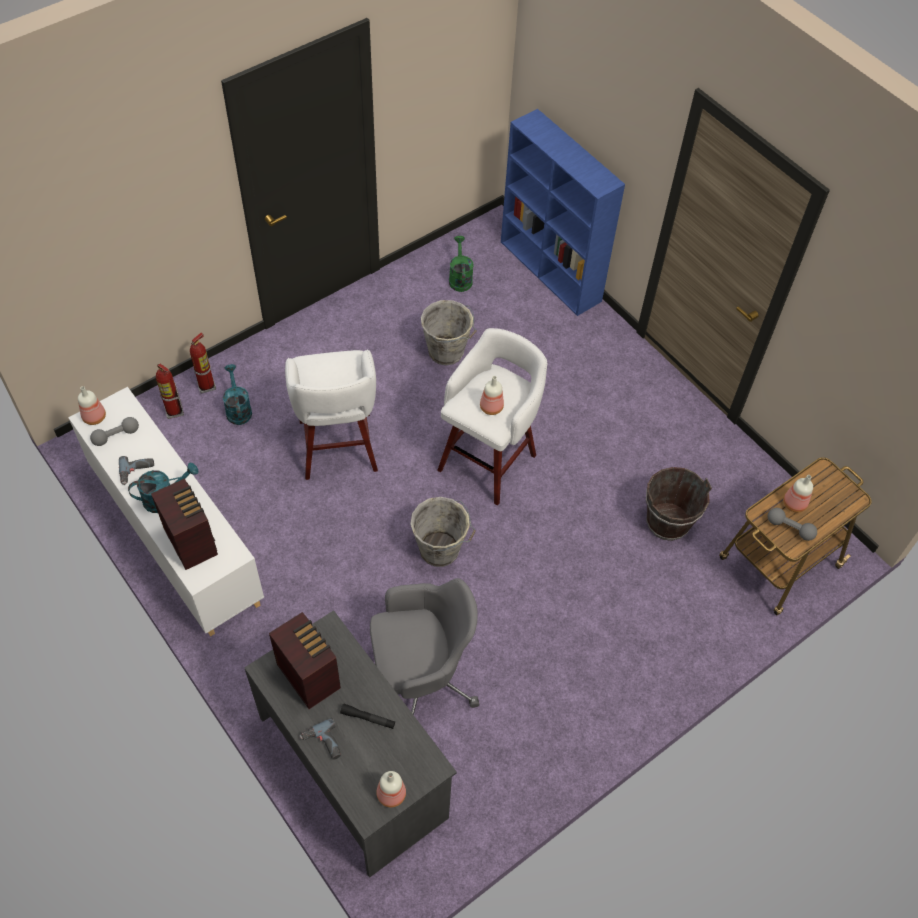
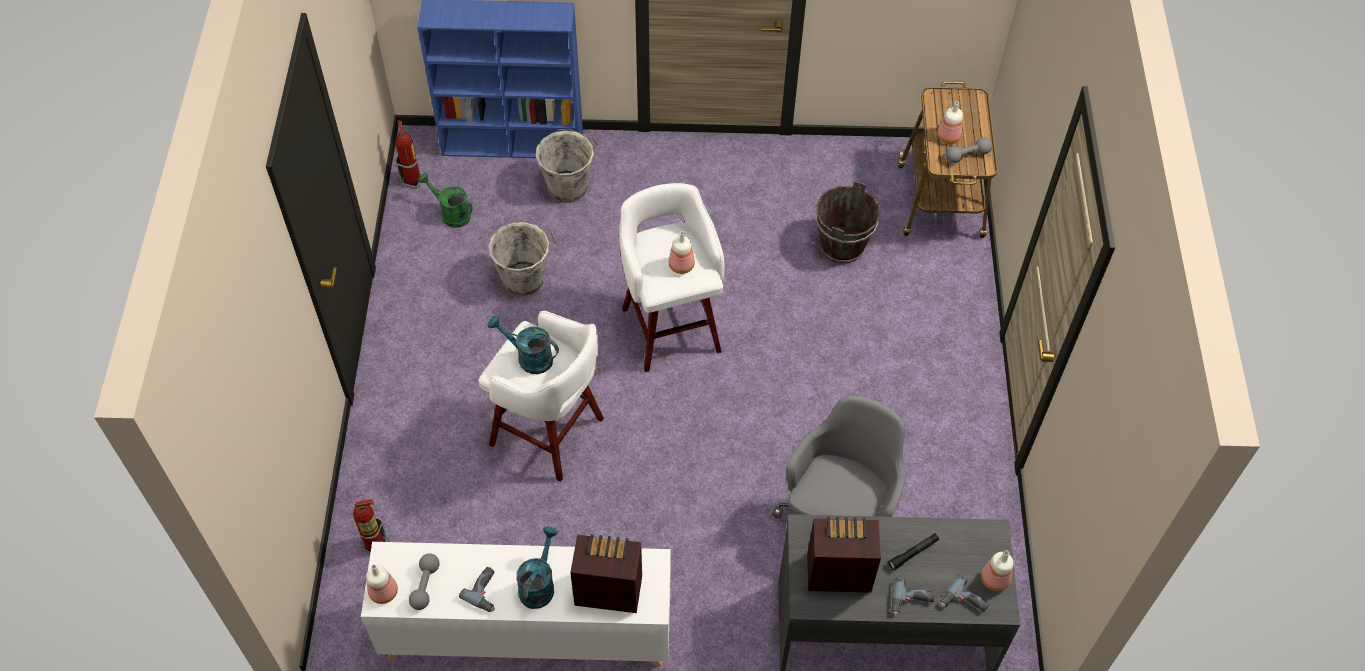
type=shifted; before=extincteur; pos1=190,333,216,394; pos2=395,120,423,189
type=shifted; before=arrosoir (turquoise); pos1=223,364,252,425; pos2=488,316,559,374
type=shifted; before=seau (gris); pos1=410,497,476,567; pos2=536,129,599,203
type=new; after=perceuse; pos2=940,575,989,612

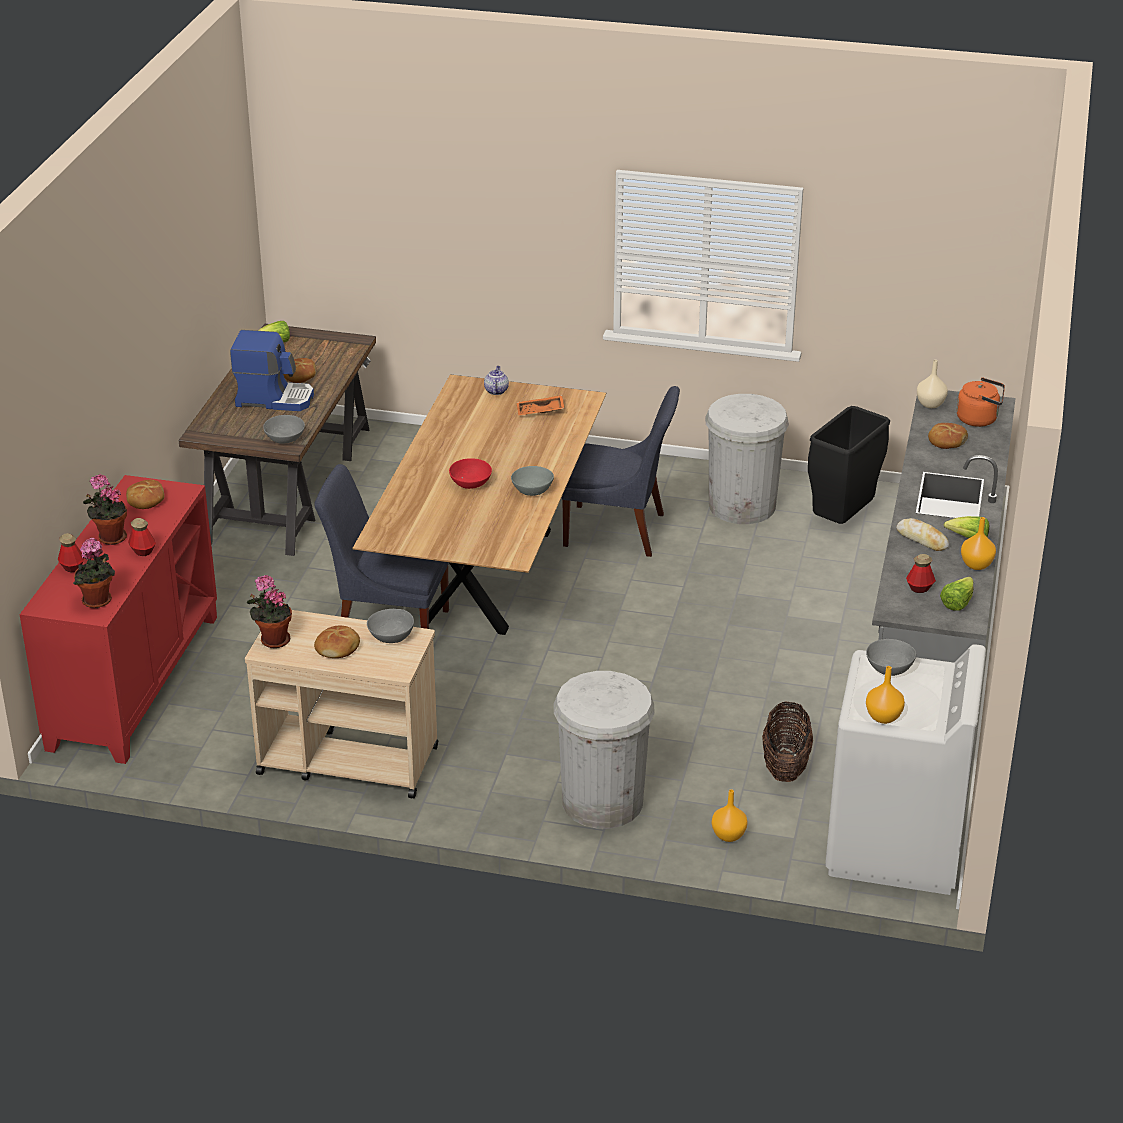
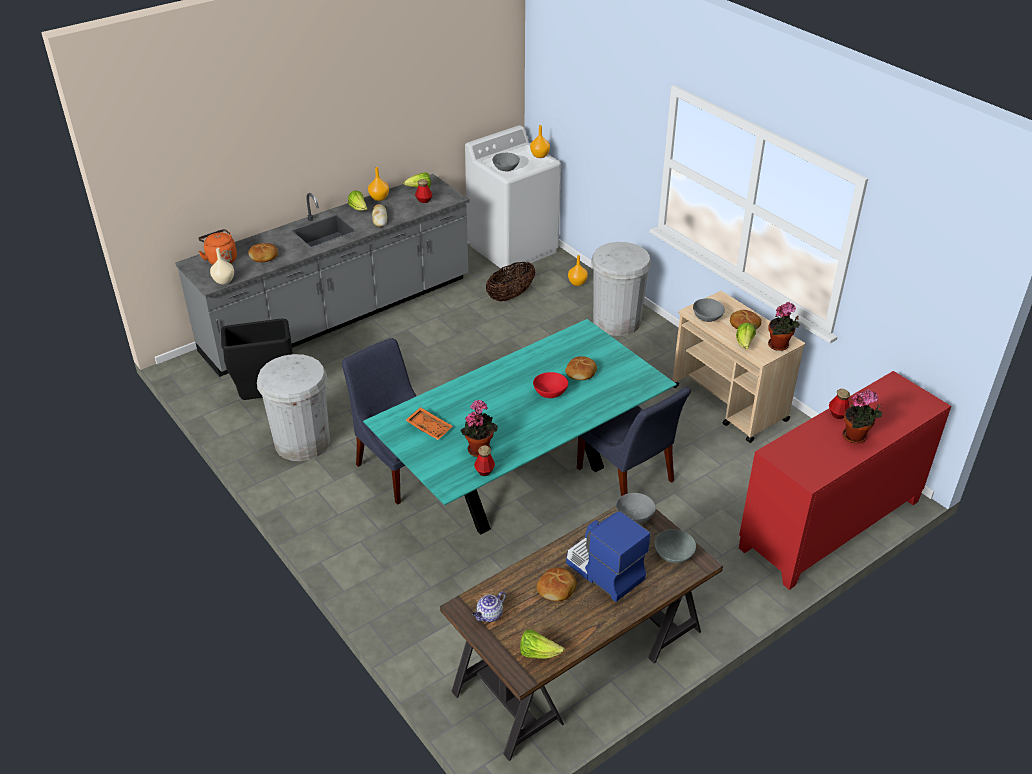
type=shifted; before=théière; pos1=484,366,509,395; pos2=473,591,506,622
type=repainted; before=table à manger (marron); after=table à manger (turquoise); pos1=353,374,606,635; pos2=363,319,677,534
type=shifted; before=bol (gris); pos1=511,466,554,496; pos2=654,529,696,563
type=shifted; before=pain; pos1=126,480,164,509; pos2=565,356,597,380
type=shifted; before=bouteille; pos1=58,533,84,573; pos2=474,445,495,476
type=shifted; before=plante en pot; pos1=73,538,115,608; pos2=460,400,498,457
type=new; after=laitue; pos2=736,322,756,349

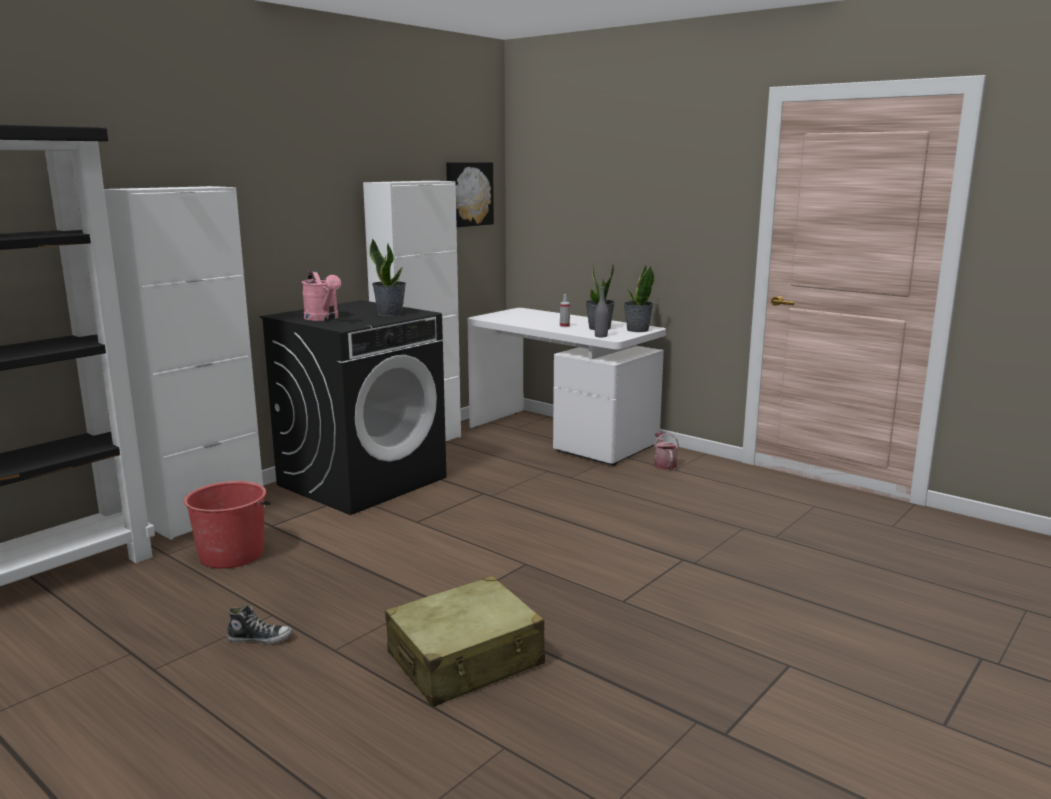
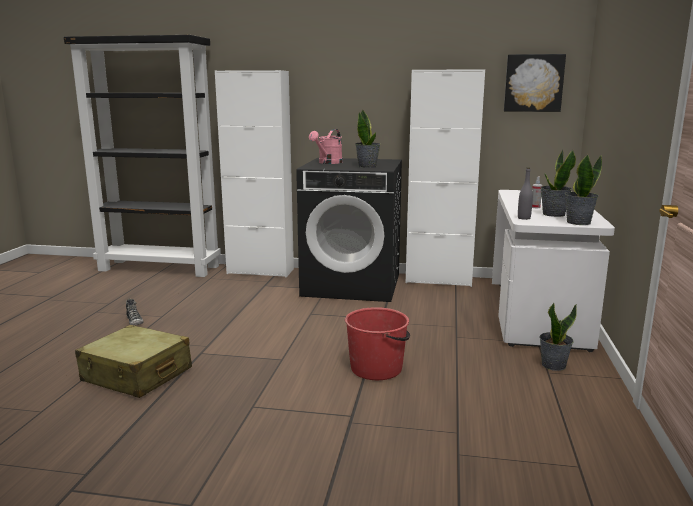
type=swapped; before=arrosoir; after=plante en pot; pos1=654,432,679,470; pos2=539,302,577,371
type=shifted; before=seau (rouge); pos1=184,481,271,569; pos2=345,307,410,380

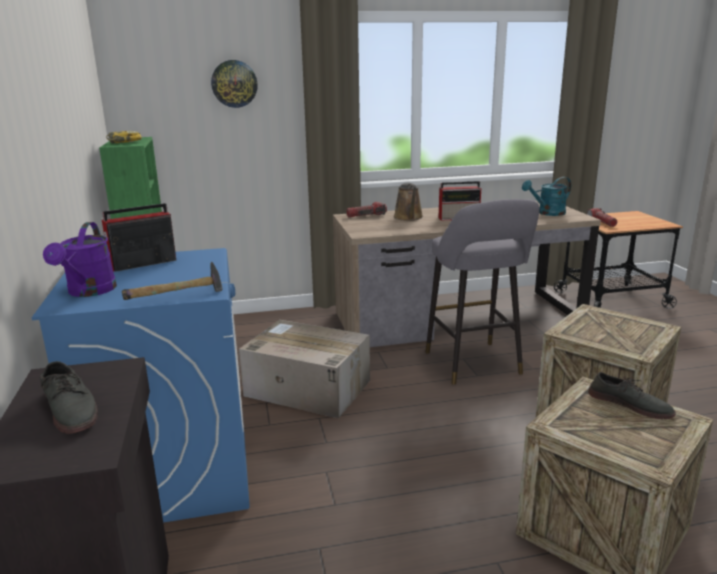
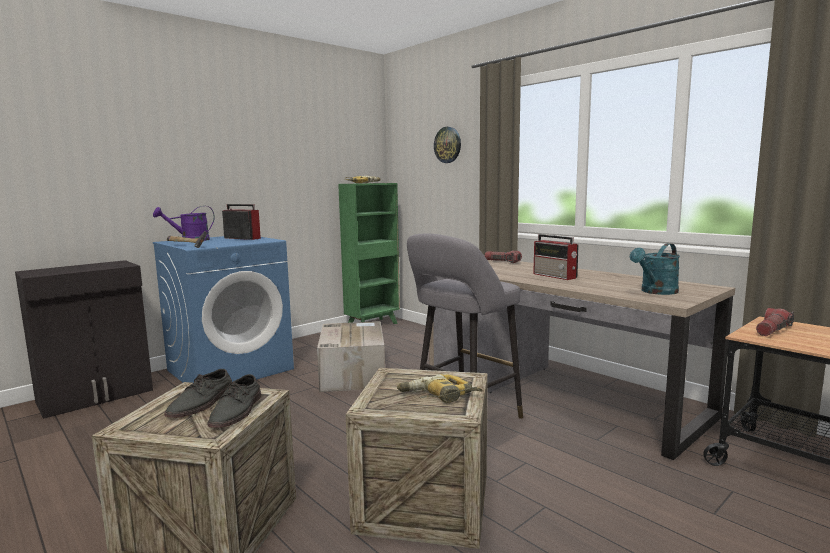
type=rotated; before=arrosoir (turquoise); pos1=522,177,571,216; pos2=630,243,680,295; turn=-75
type=gone; before=arrosoir (marron); pos1=394,183,423,221
type=shifted; before=chaussure (gris); pos1=40,361,98,434; pos2=164,369,232,418
type=new; after=perceuse; pos2=397,374,483,403

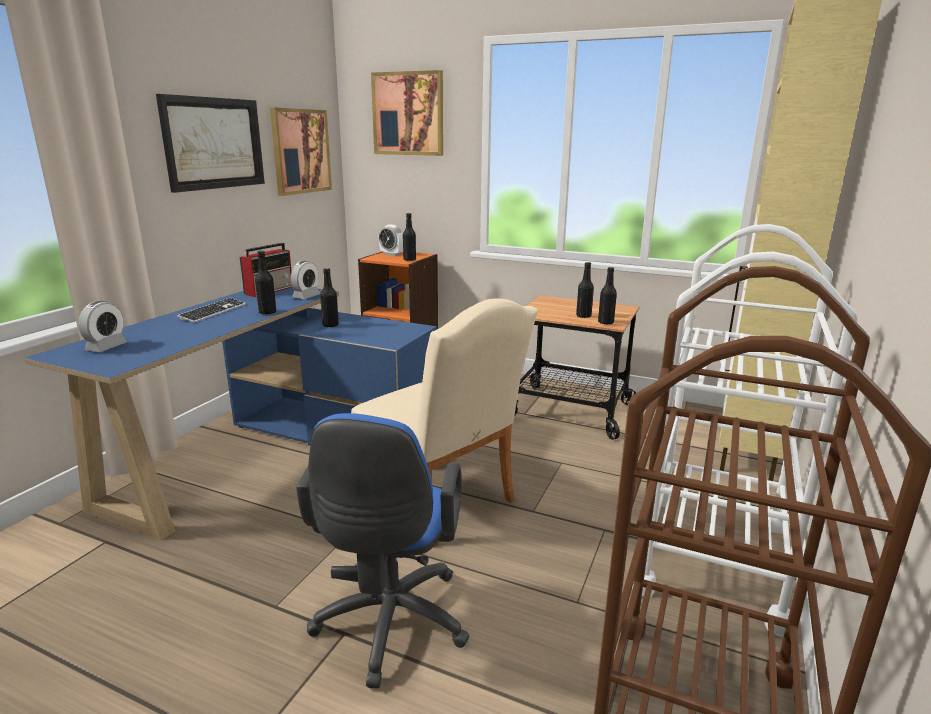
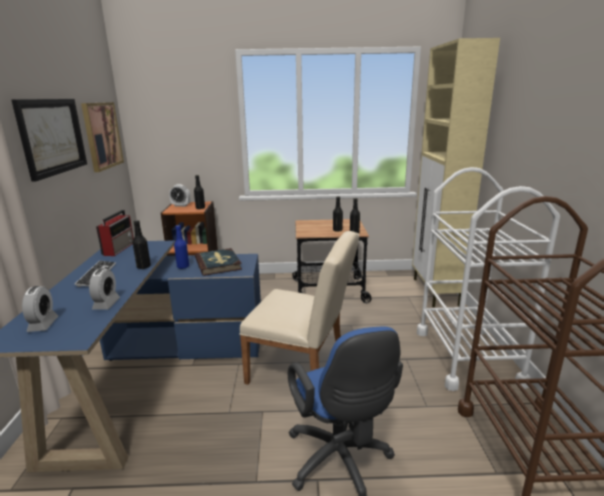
type=gone; before=tableau; pos1=371,70,443,156
type=shifted; before=réveil; pos1=291,261,320,299; pos2=89,268,120,310
type=repainted; before=bouteille (noir); after=bouteille (bleu); pos1=320,268,339,327; pos2=174,225,189,269
type=new; after=livre; pos2=195,248,242,276

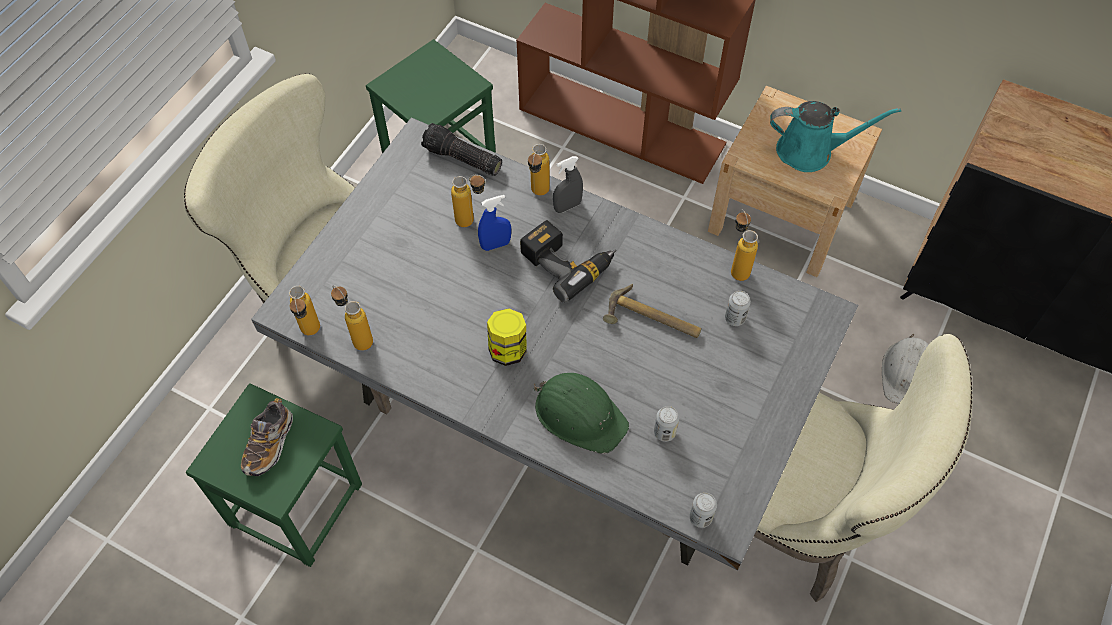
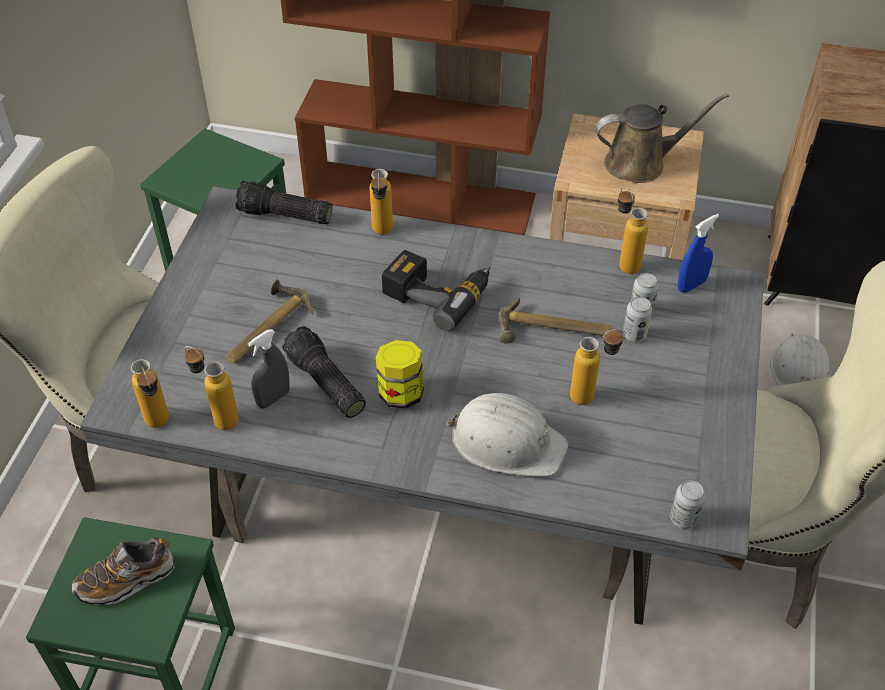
type=repainted; before=arrosoir (turquoise); after=arrosoir (marron); pos1=770,101,901,172; pos2=596,93,729,183
type=shifted; before=vaporisateur (gris); pos1=553,156,583,213; pos2=248,329,290,409
type=shifted; before=bouteille; pos1=451,175,486,227; pos2=570,329,625,405
type=shifted; before=vaporisateur (bleu); pos1=478,195,511,251; pos2=678,214,719,293
type=repainted; before=casque de chantier (vert); after=casque de chantier (blanc); pos1=534,373,629,454; pos2=446,393,568,477
type=rotated; before=chaussure; pos1=241,398,293,476; pos2=72,537,175,605; turn=60
type=shifted; before=boîte métallique; pos1=654,406,679,442; pos2=623,297,652,342
type=new; after=marteau; pos2=226,279,314,363
type=new; after=lampe de poche; pos2=282,326,366,418

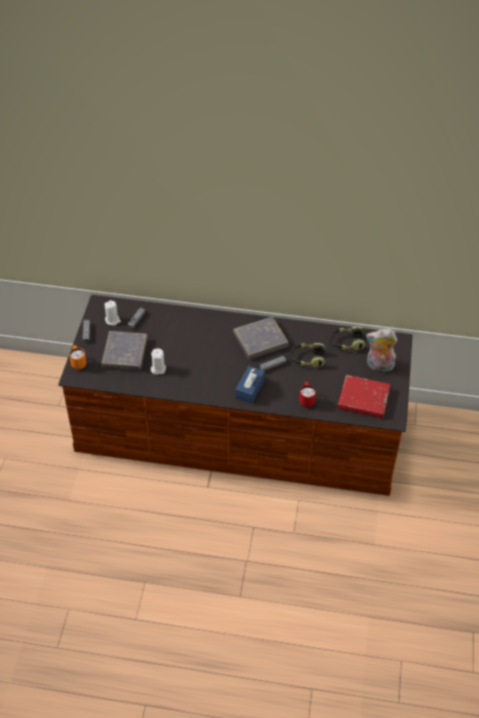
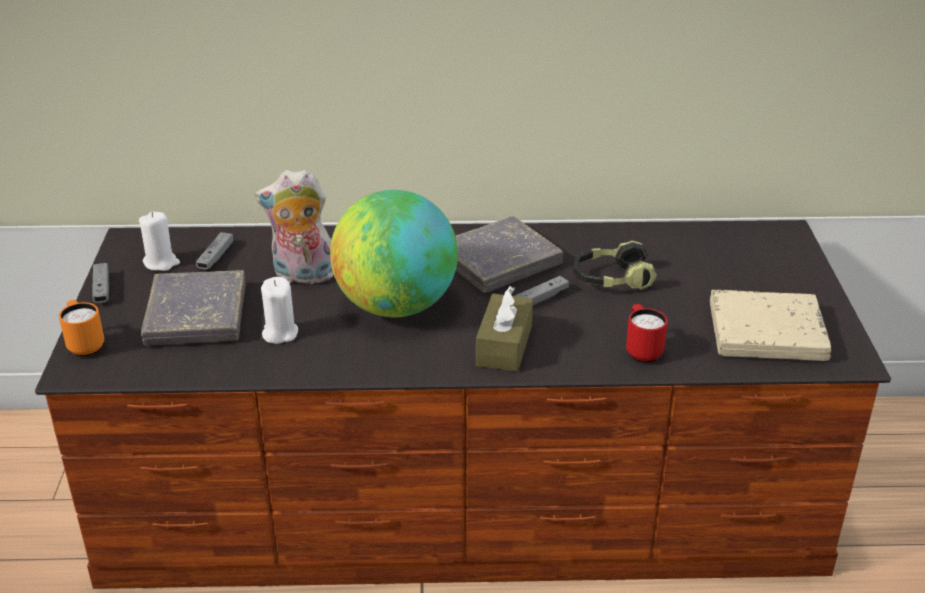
type=gone; before=casque audio; pos1=330,326,366,350
type=shifted; before=peluche; pos1=366,329,398,372; pos2=255,169,334,284
type=repainted; before=boîte à mouchoirs (bleu); after=boîte à mouchoirs (marron); pos1=235,366,265,404; pos2=476,286,533,372
type=repainted; before=livre (rouge); after=livre (beige); pos1=338,375,391,418; pos2=710,290,831,361
type=new; after=globe; pos2=330,190,458,317

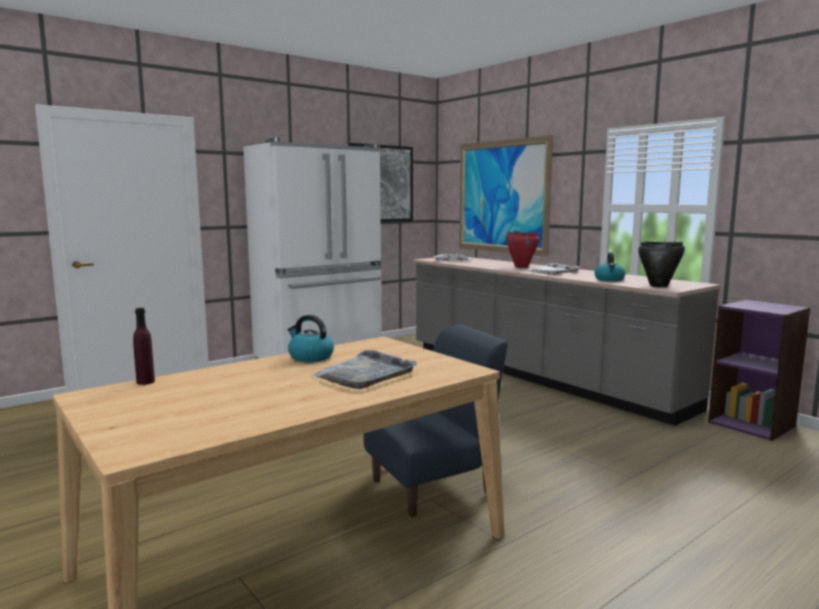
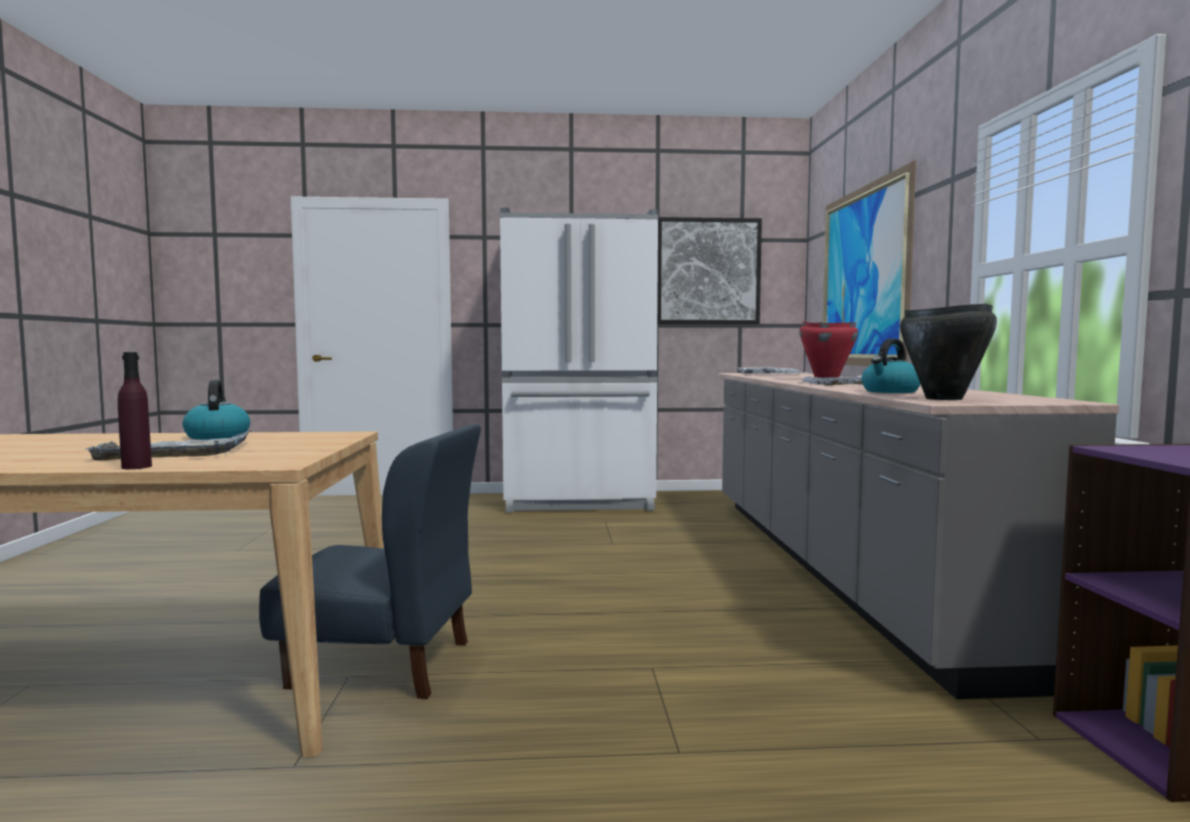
type=shifted; before=bouteille (violet); pos1=133,308,155,385; pos2=118,352,152,469

